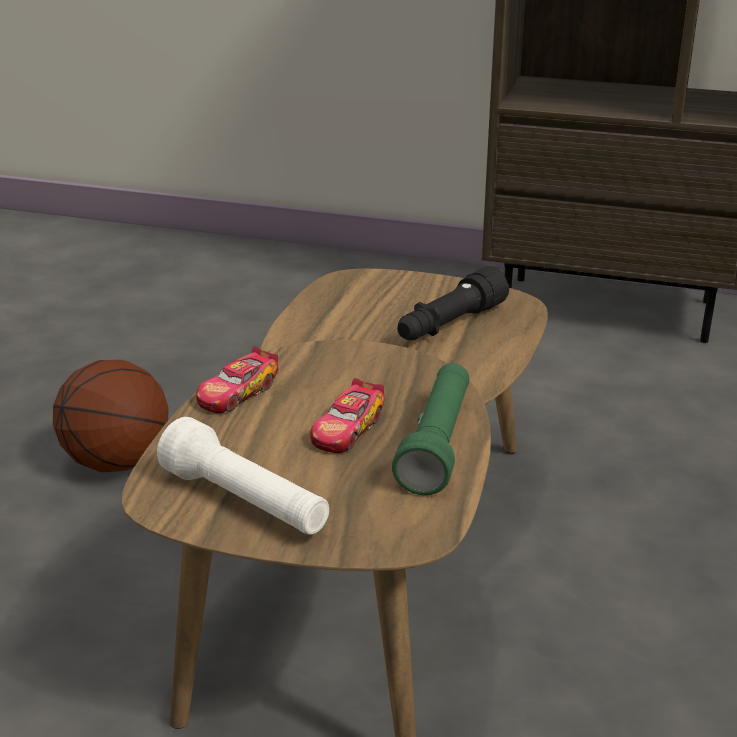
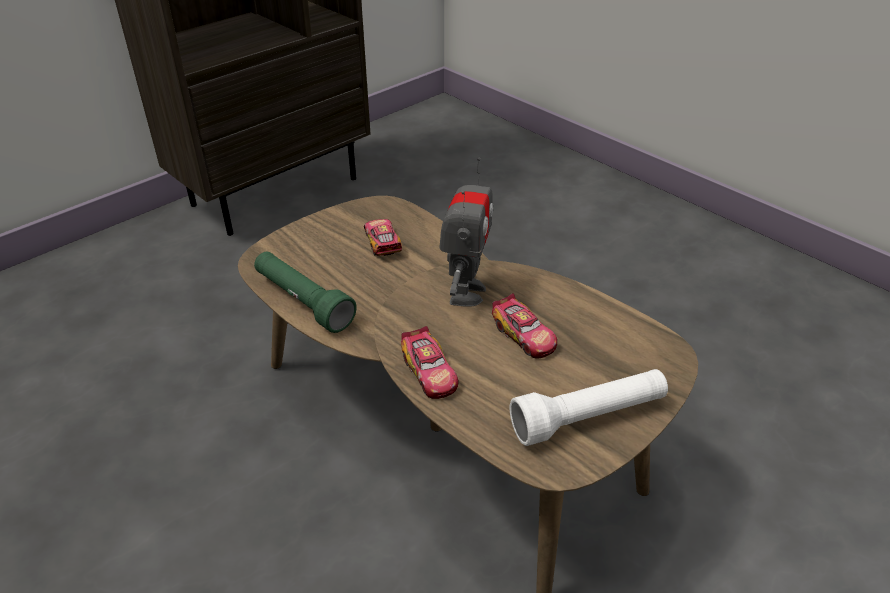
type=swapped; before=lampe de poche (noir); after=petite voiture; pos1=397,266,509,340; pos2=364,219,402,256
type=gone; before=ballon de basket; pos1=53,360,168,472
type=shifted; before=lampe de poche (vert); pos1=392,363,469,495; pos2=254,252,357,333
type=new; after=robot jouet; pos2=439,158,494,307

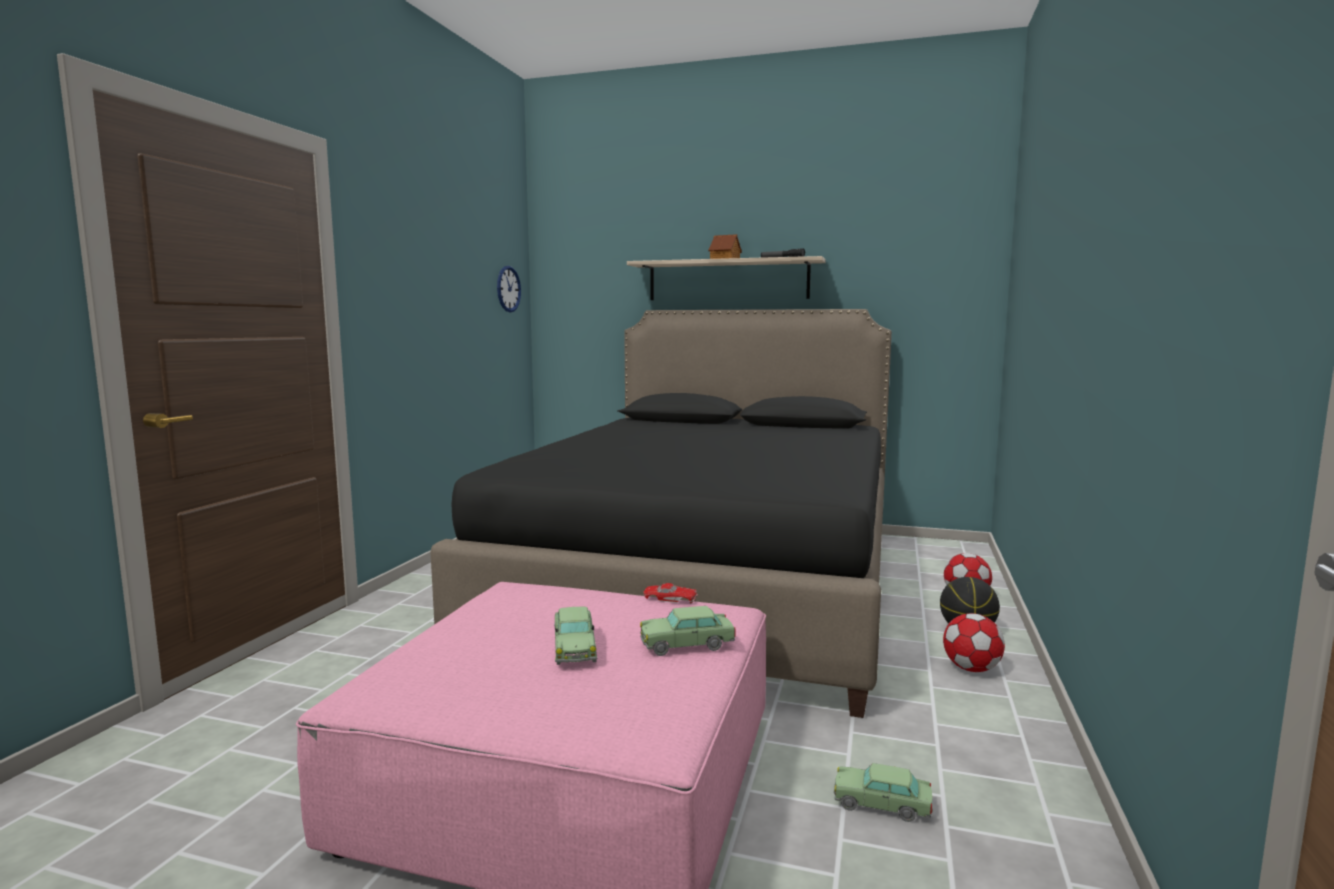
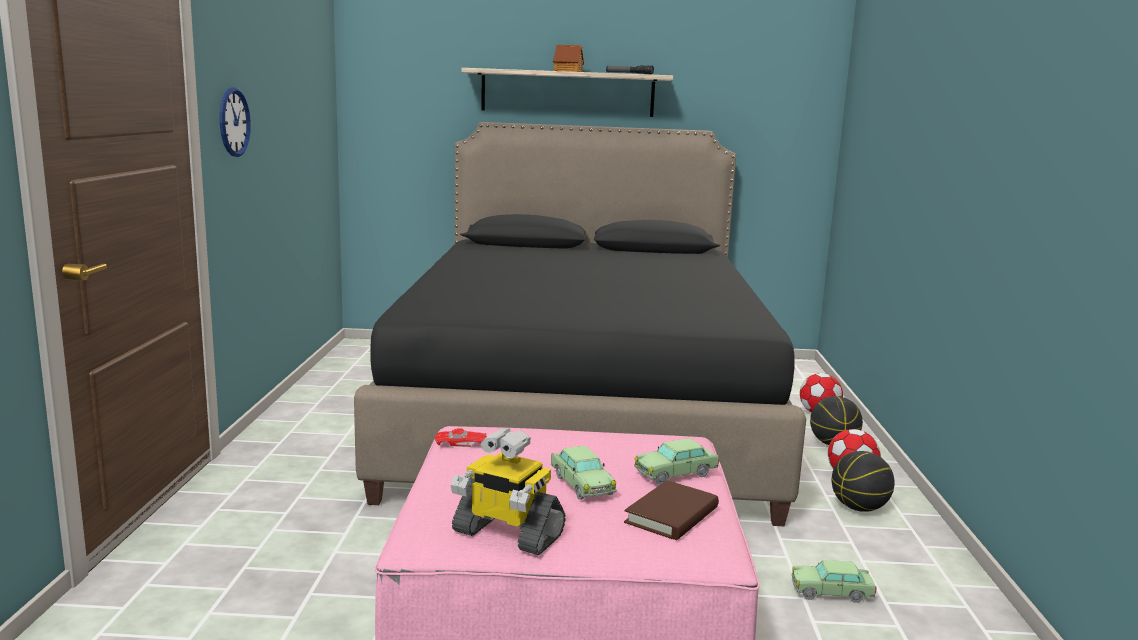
type=shifted; before=horloge murale; pos1=497,266,521,312; pos2=220,87,251,157
type=shifted; before=petite voiture (rouge); pos1=643,583,697,603; pos2=435,428,487,447
type=new; after=robot jouet; pos2=451,428,566,555
type=new; after=ballon de basket; pos2=832,451,895,512
type=new; after=livre (marron); pos2=624,480,719,540

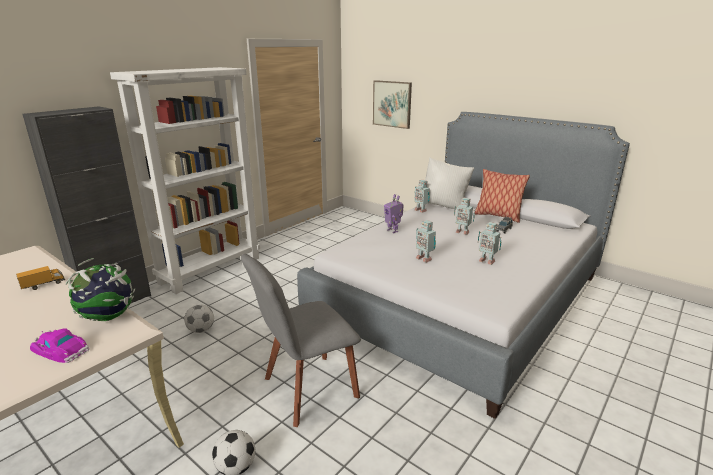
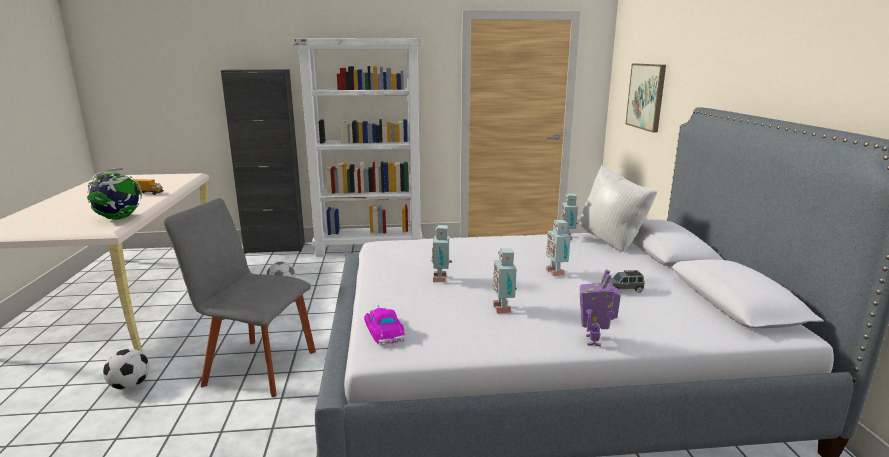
type=gone; before=coussin; pos1=474,169,530,223
type=shifted; before=robot jouet; pos1=384,194,404,233; pos2=579,270,621,346
type=shifted; before=petite voiture; pos1=30,328,89,363; pos2=364,305,405,346

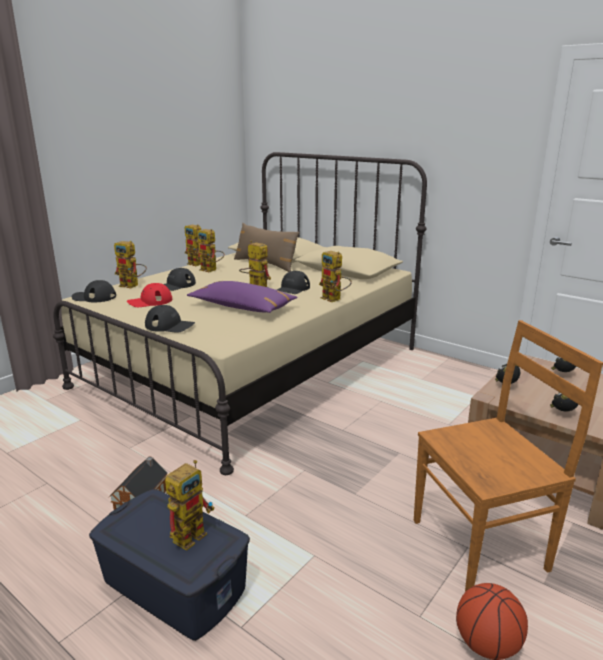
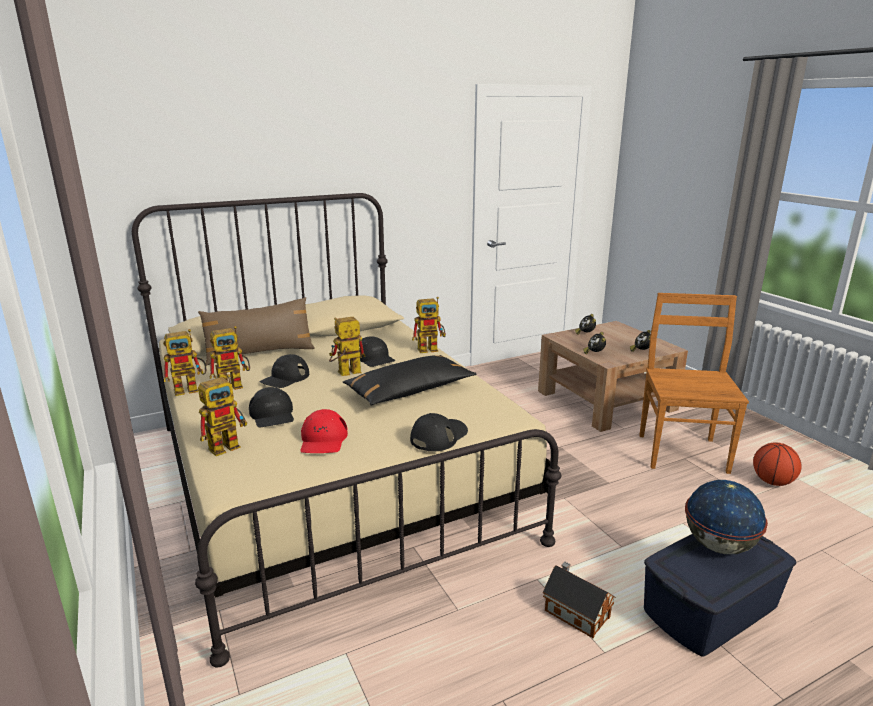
type=shifted; before=casquette (noir); pos1=72,280,116,302; pos2=259,354,309,388
type=repainted; before=coussin (violet); after=coussin (noir); pos1=187,281,298,313; pos2=343,355,476,405
type=swapped; before=robot jouet; after=globe; pos1=165,460,214,551; pos2=685,480,768,554

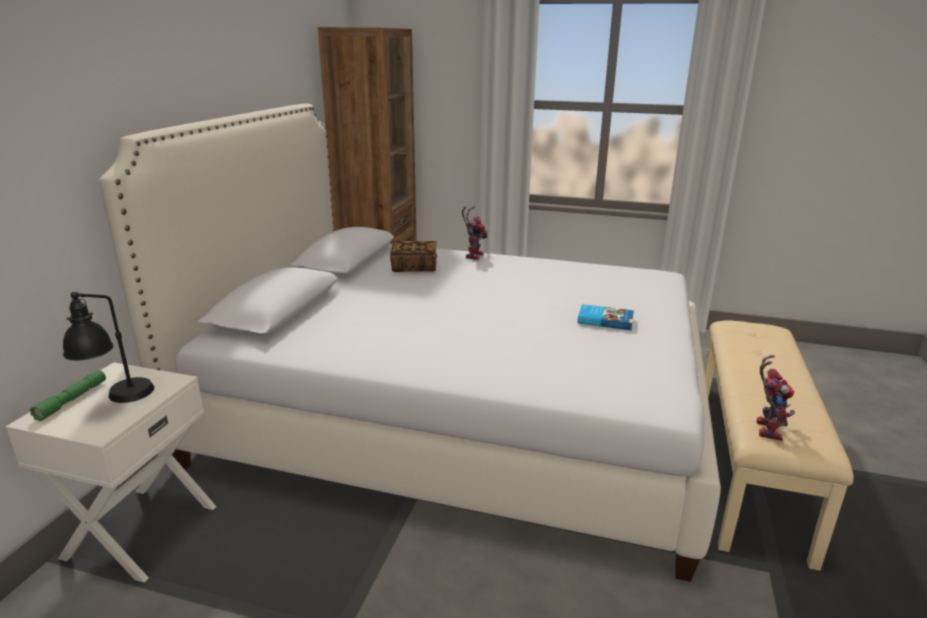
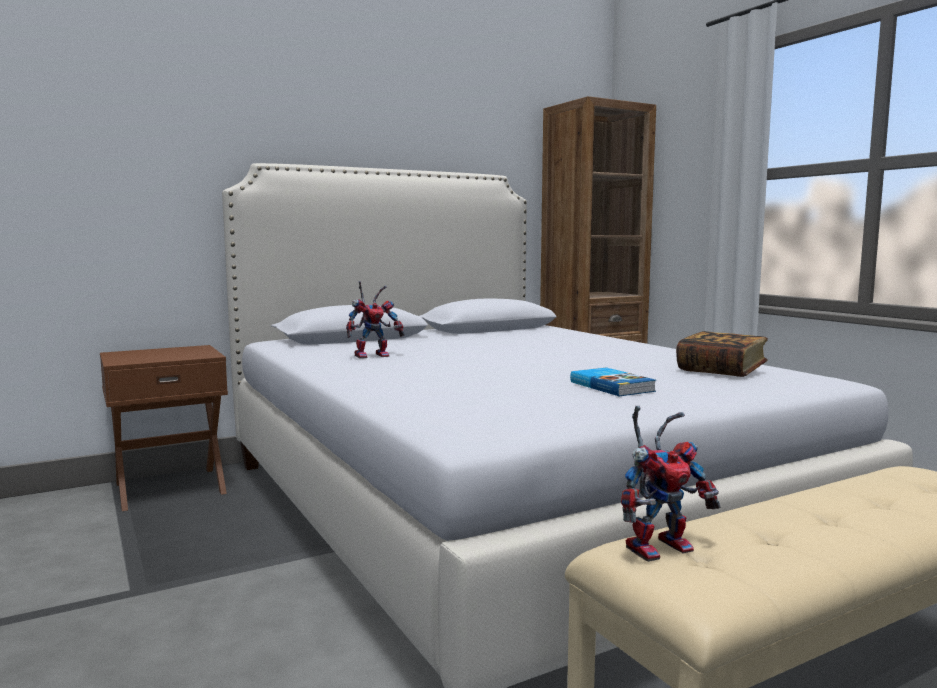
type=shifted; before=robot jouet; pos1=462,206,488,260; pos2=346,281,405,359
type=shifted; before=livre; pos1=390,241,437,272; pos2=676,331,768,377
type=gone; before=lampe de table (noir); pos1=63,291,154,403
type=repainted; before=table de chevet (blanc); after=table de chevet (marron); pos1=6,362,216,583; pos2=100,345,228,511
type=gone; before=lampe de poche (vert); pos1=30,370,106,421

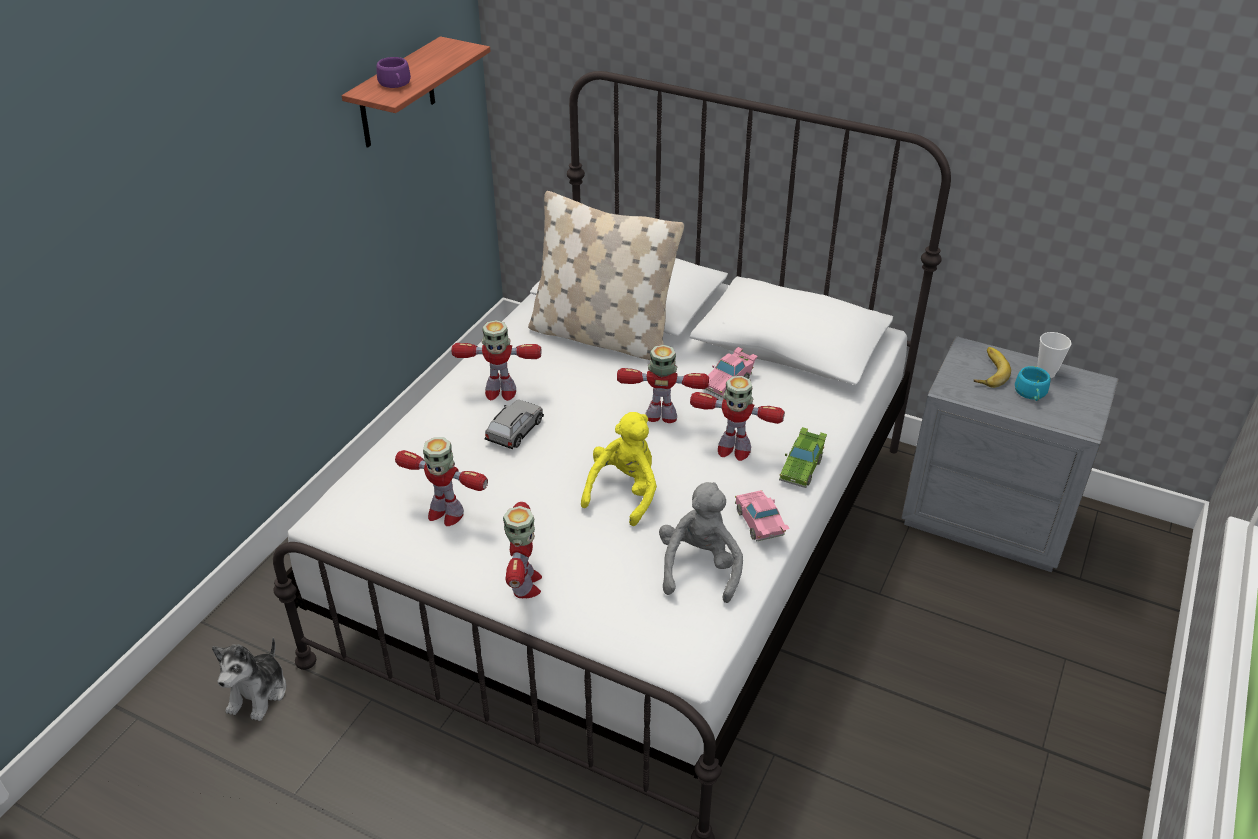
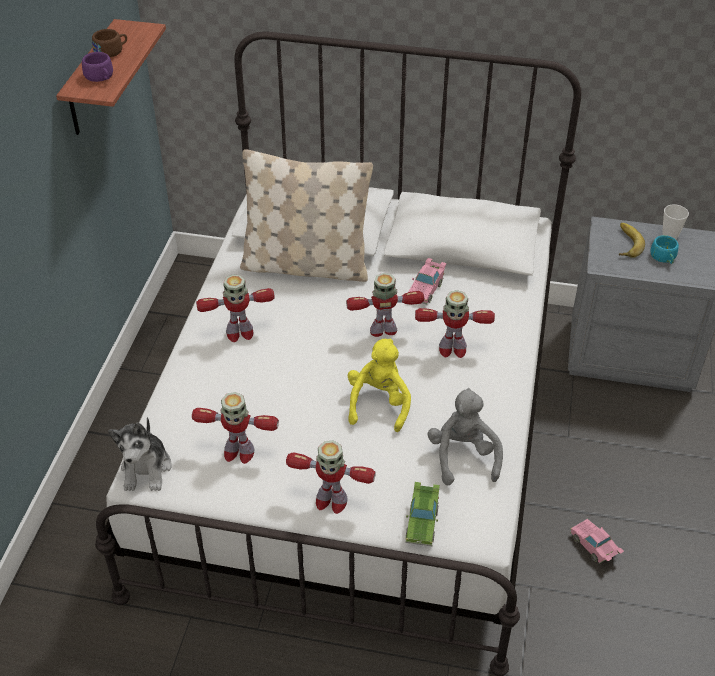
type=gone; before=petite voiture (gris); pos1=484,399,544,449
type=shifted; before=petite voiture (vert); pos1=779,427,827,488; pos2=405,482,440,546
type=shifted; before=petite voiture (rose); pos1=735,490,790,542; pos2=570,519,624,564
type=rotated; before=robot jouet; pos1=503,502,542,598; pos2=286,440,376,514; turn=120
type=shifted; before=peluche; pos1=212,638,286,721; pos2=108,417,171,491
type=new; after=tasse (marron); pos2=92,29,127,57

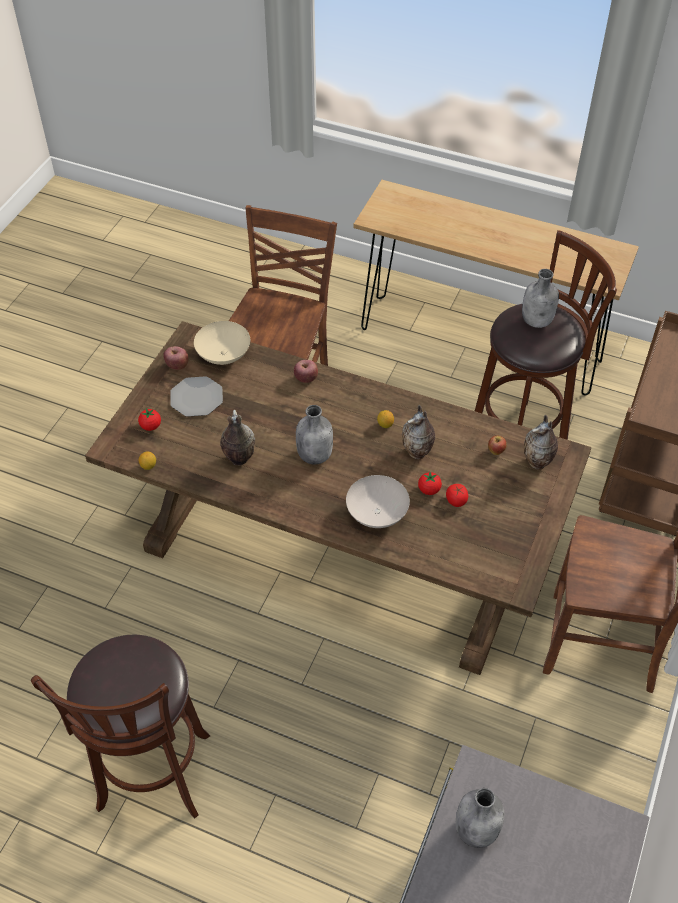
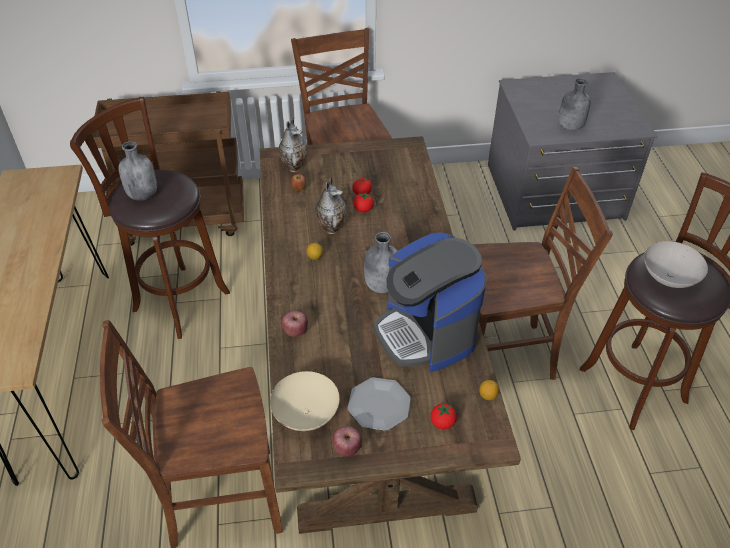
type=swapped; before=vase; after=machine à café; pos1=220,410,255,465; pos2=374,232,487,372
type=shifted; before=bol (blanc); pos1=346,475,410,528; pos2=644,241,708,288
type=new; after=chaise (marron); pos2=472,167,613,380

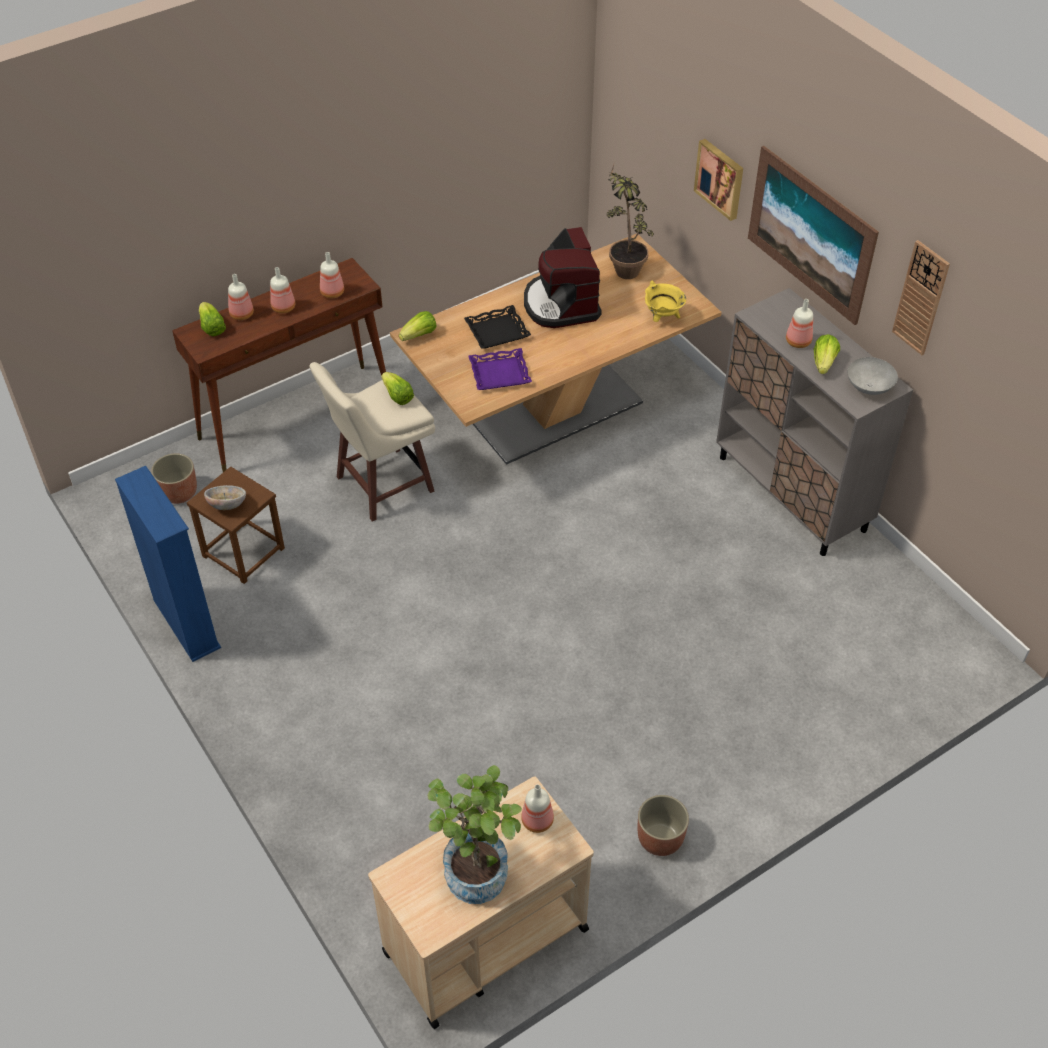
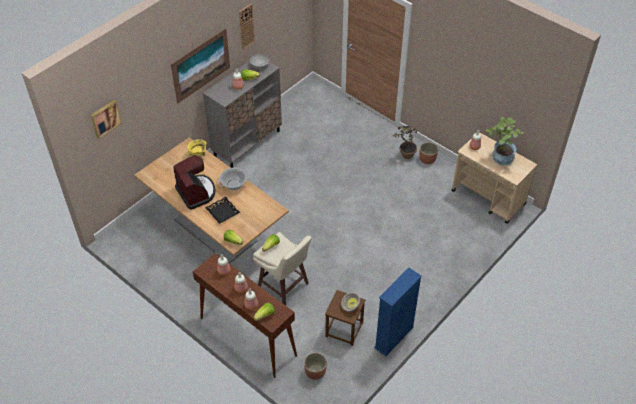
type=shifted; before=tableau; pos1=694,139,743,221; pos2=90,99,122,139
type=shifted; before=plante en pot; pos1=606,164,654,279; pos2=392,126,417,159
type=rotated; before=machine à café; pos1=524,227,602,328; pos2=173,155,215,210; turn=-90
type=gone; before=plateau (violet); pos1=468,348,532,390
type=new; after=marmite; pos2=217,168,250,190

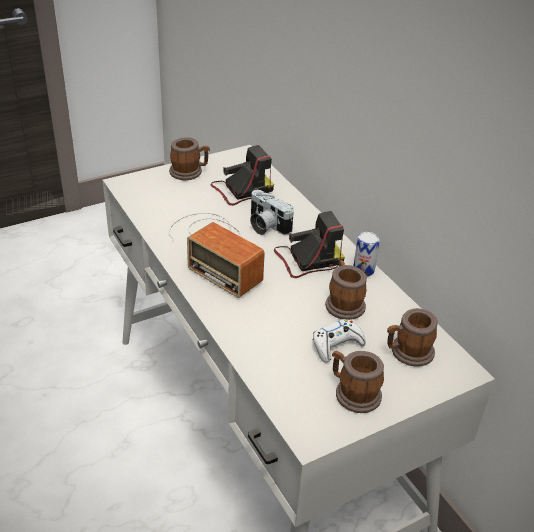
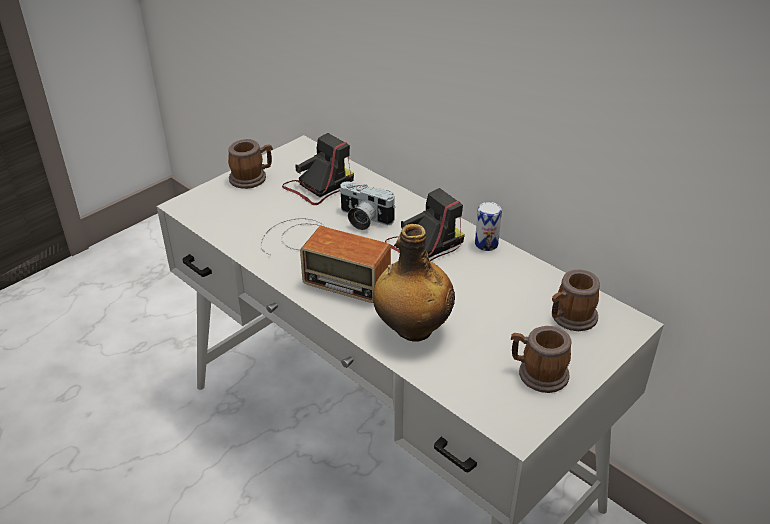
type=gone; before=mug; pos1=325,260,367,320
type=gone; before=manette (blanc); pos1=312,319,366,363
type=new; after=bouteille; pos2=373,224,455,342

